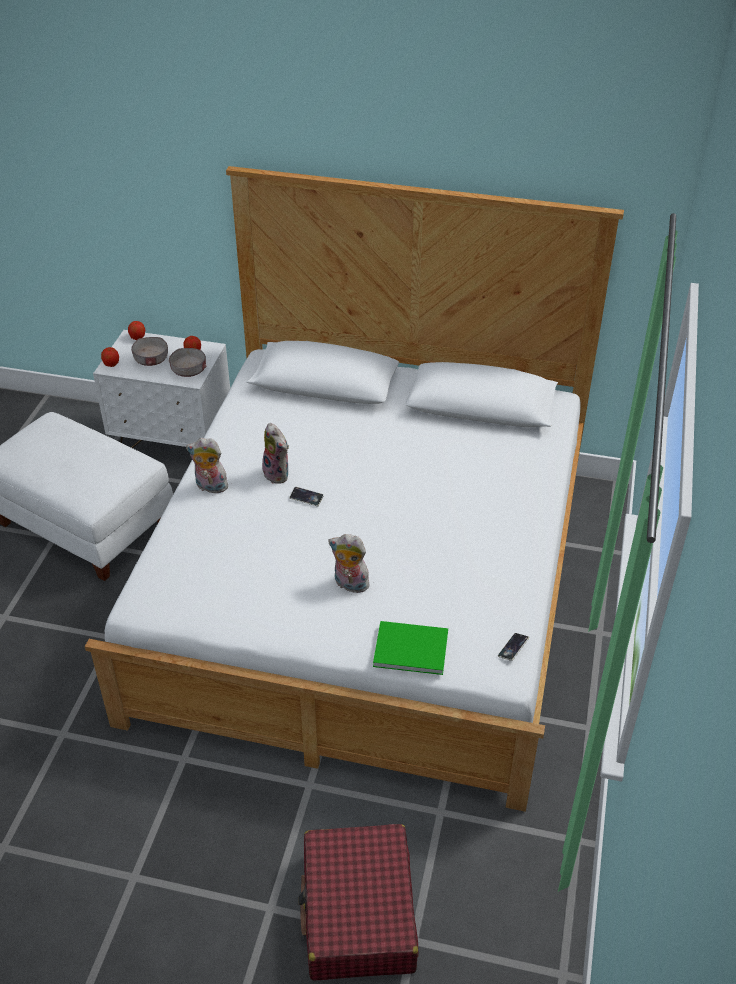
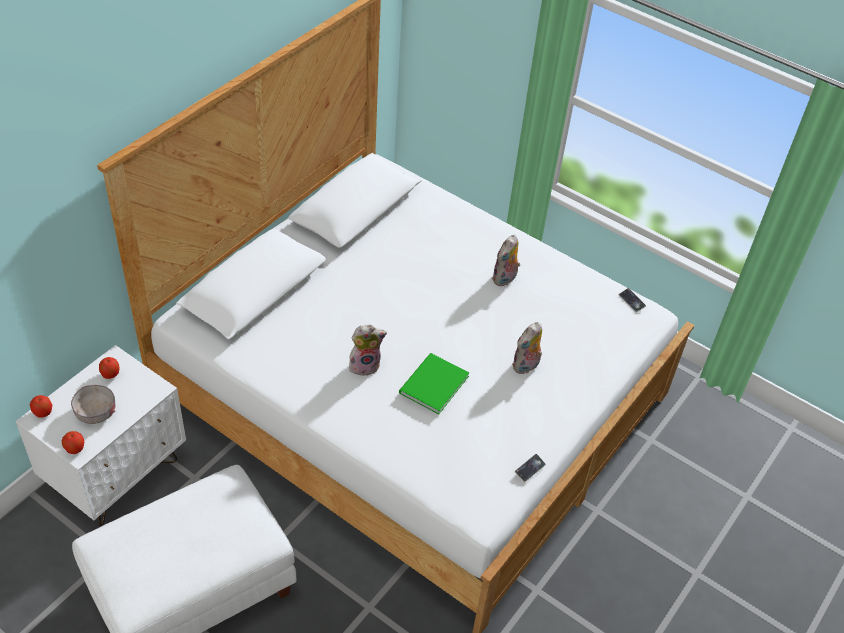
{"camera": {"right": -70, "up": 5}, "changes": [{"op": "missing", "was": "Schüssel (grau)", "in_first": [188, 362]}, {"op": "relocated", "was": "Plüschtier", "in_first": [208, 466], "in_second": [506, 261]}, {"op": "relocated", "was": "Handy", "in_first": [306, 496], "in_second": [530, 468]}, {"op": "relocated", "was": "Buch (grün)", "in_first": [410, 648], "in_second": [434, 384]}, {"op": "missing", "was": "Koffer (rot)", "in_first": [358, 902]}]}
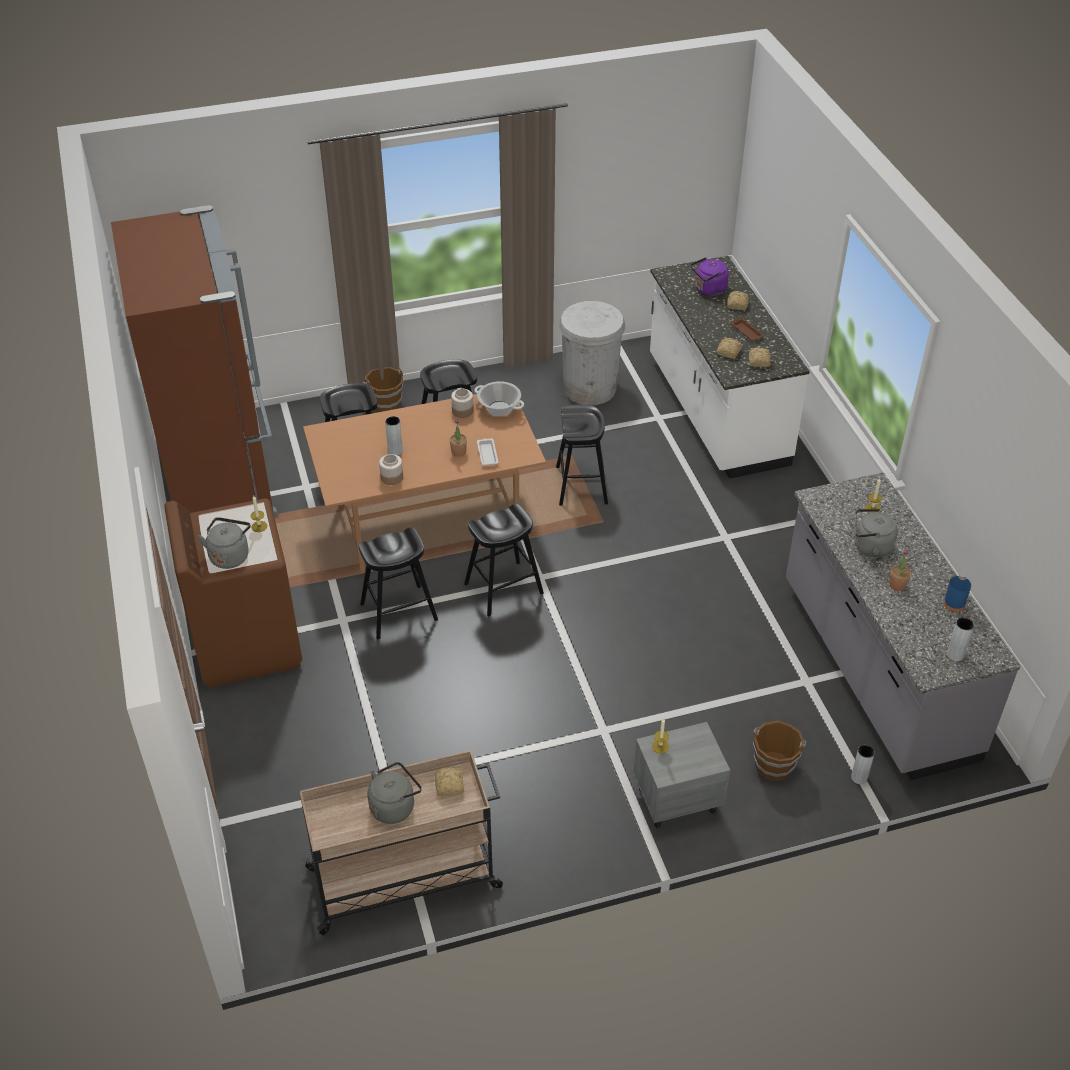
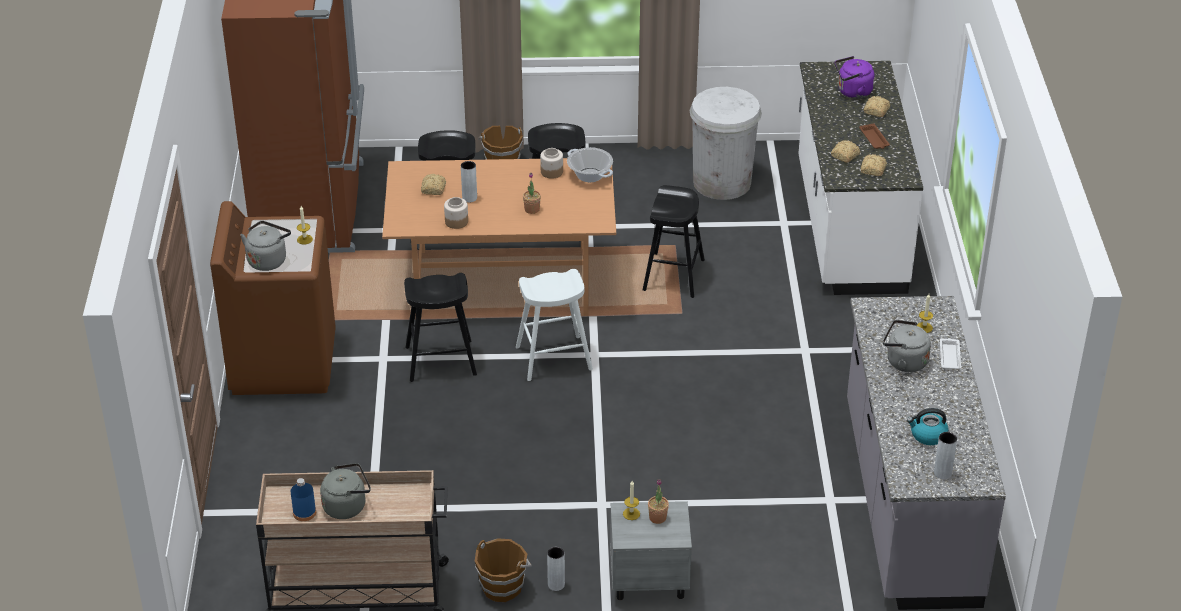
{"camera": {"right": 15, "up": -5}, "changes": [{"op": "relocated", "was": "Tablett (weiß)", "in_first": [488, 452], "in_second": [950, 353]}, {"op": "colour", "was": "Hocker (schwarz)", "now": "Hocker (weiß)", "in_first": [504, 560], "in_second": [554, 325]}, {"op": "relocated", "was": "Topfpflanze", "in_first": [900, 570], "in_second": [658, 501]}, {"op": "relocated", "was": "Flasche (blau)", "in_first": [957, 592], "in_second": [303, 499]}, {"op": "relocated", "was": "Eimer (braun)", "in_first": [779, 751], "in_second": [503, 570]}, {"op": "relocated", "was": "Vase (grau)", "in_first": [863, 764], "in_second": [556, 569]}, {"op": "relocated", "was": "Brot", "in_first": [449, 781], "in_second": [433, 184]}, {"op": "appeared", "now": "Wasserkessel", "in_second": [927, 426]}]}
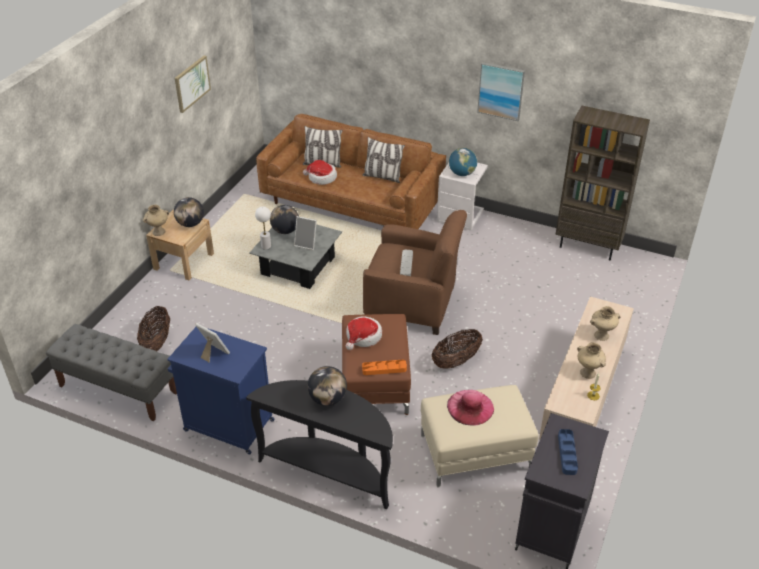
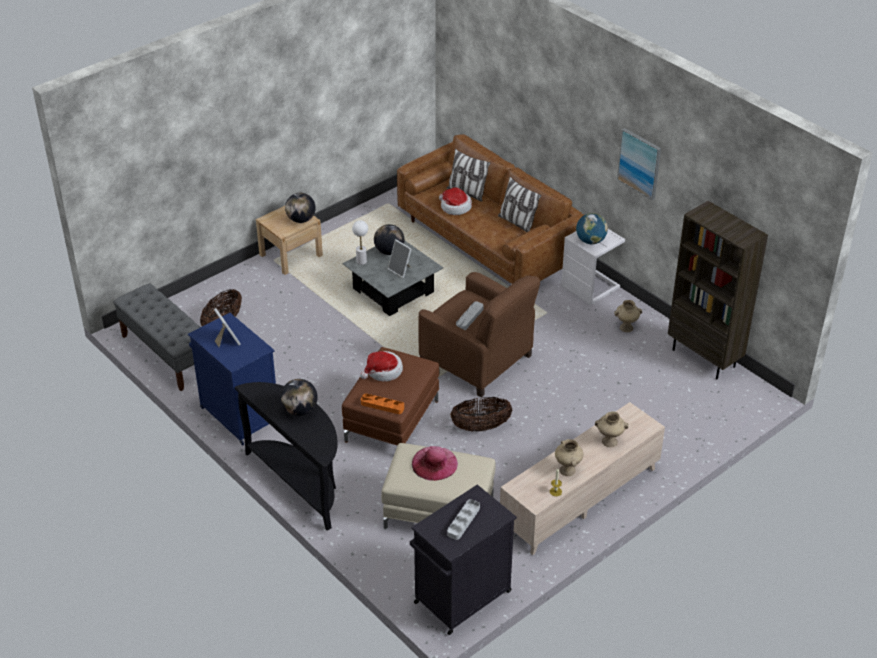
{"camera": {"right": 25, "up": 0}, "changes": [{"op": "missing", "was": "Bild", "in_first": [193, 84]}, {"op": "relocated", "was": "Vase (beige)", "in_first": [156, 220], "in_second": [628, 316]}, {"op": "colour", "was": "Tablett (blau)", "now": "Tablett (grau)", "in_first": [568, 452], "in_second": [463, 519]}]}
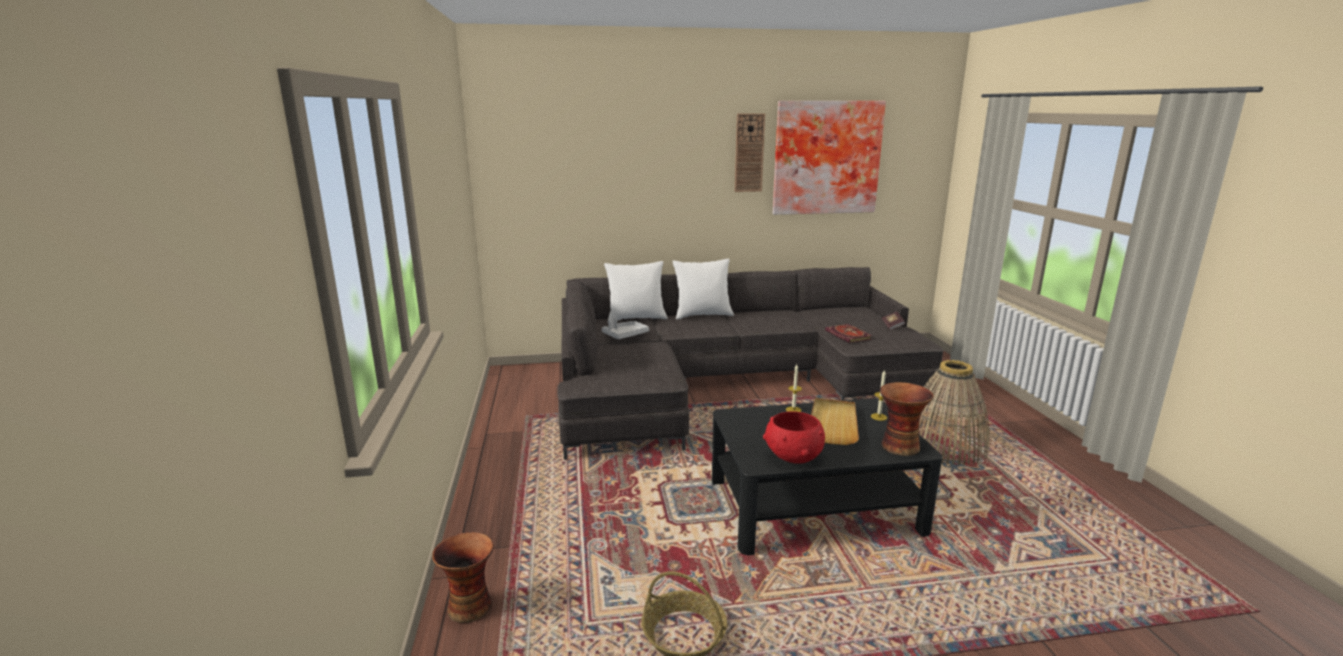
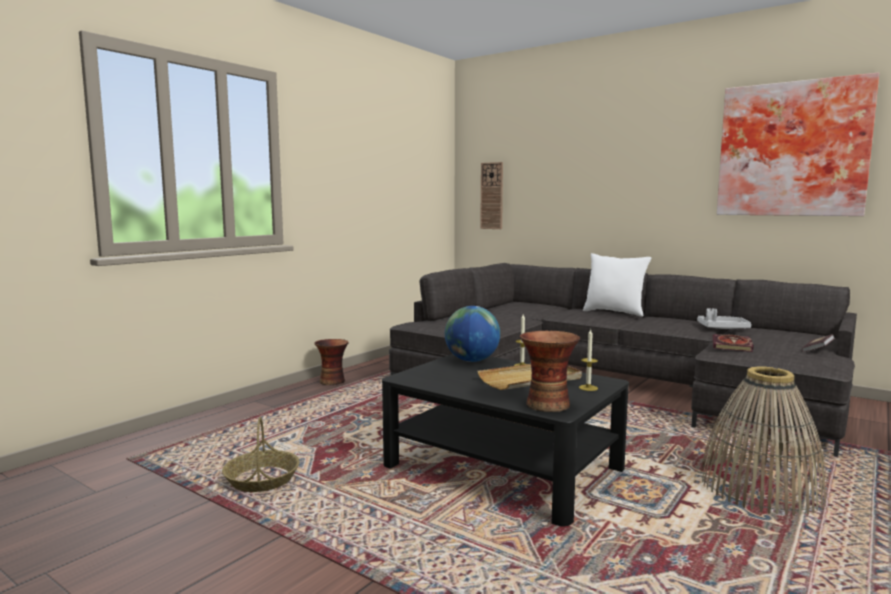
{"camera": {"right": 45, "up": -10}, "changes": [{"op": "relocated", "was": "Wanduhr", "in_first": [750, 153], "in_second": [491, 195]}, {"op": "missing", "was": "Kissen (weiß)", "in_first": [636, 291]}, {"op": "relocated", "was": "Tablett (grau)", "in_first": [625, 328], "in_second": [724, 319]}, {"op": "missing", "was": "Schüssel (rot)", "in_first": [794, 437]}, {"op": "relocated", "was": "Vase", "in_first": [463, 577], "in_second": [331, 362]}, {"op": "appeared", "now": "Globus", "in_second": [472, 334]}]}
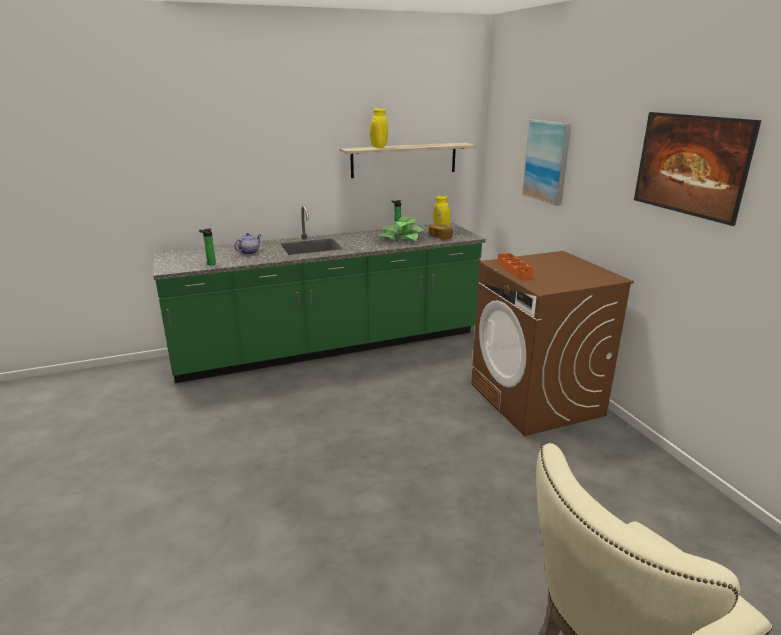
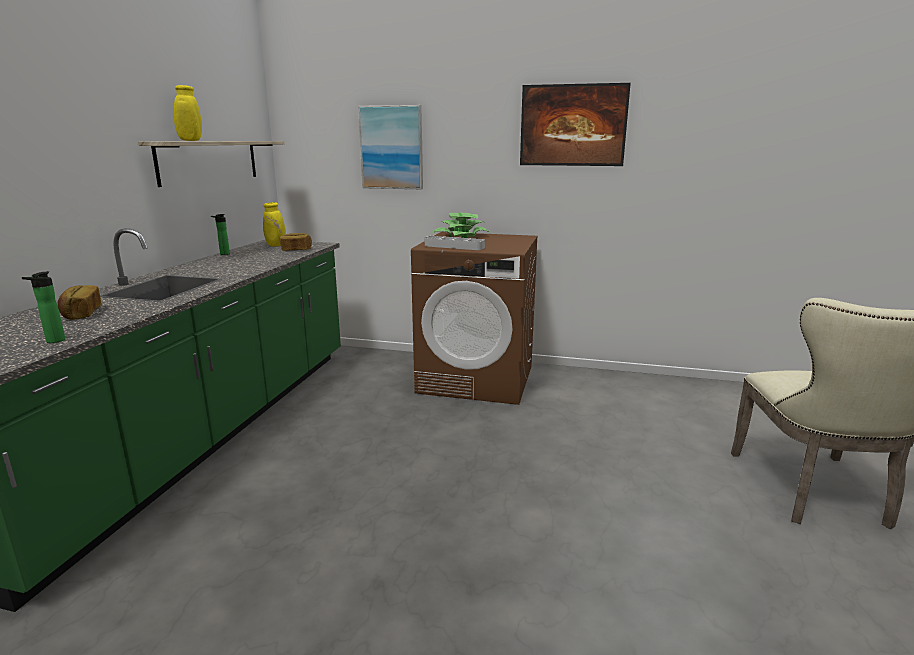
{"camera": {"right": -55, "up": -5}, "changes": [{"op": "relocated", "was": "Topfpflanze", "in_first": [402, 229], "in_second": [461, 225]}, {"op": "exchanged", "was": "Teekanne", "now": "Brot", "in_first": [247, 243], "in_second": [79, 302]}, {"op": "colour", "was": "Tablett (orange)", "now": "Tablett (grau)", "in_first": [515, 266], "in_second": [455, 243]}]}
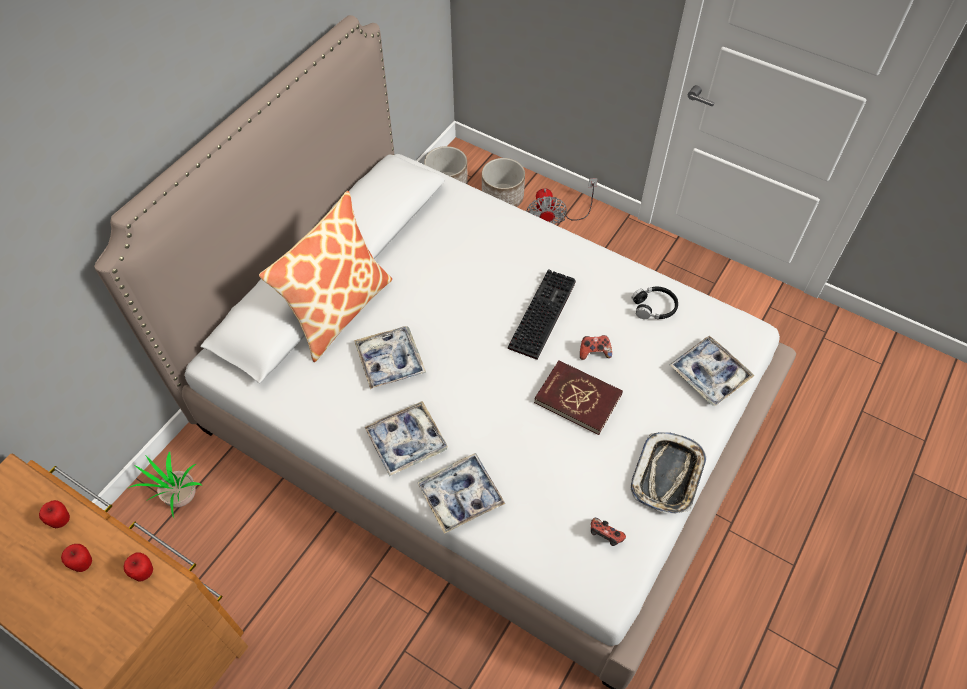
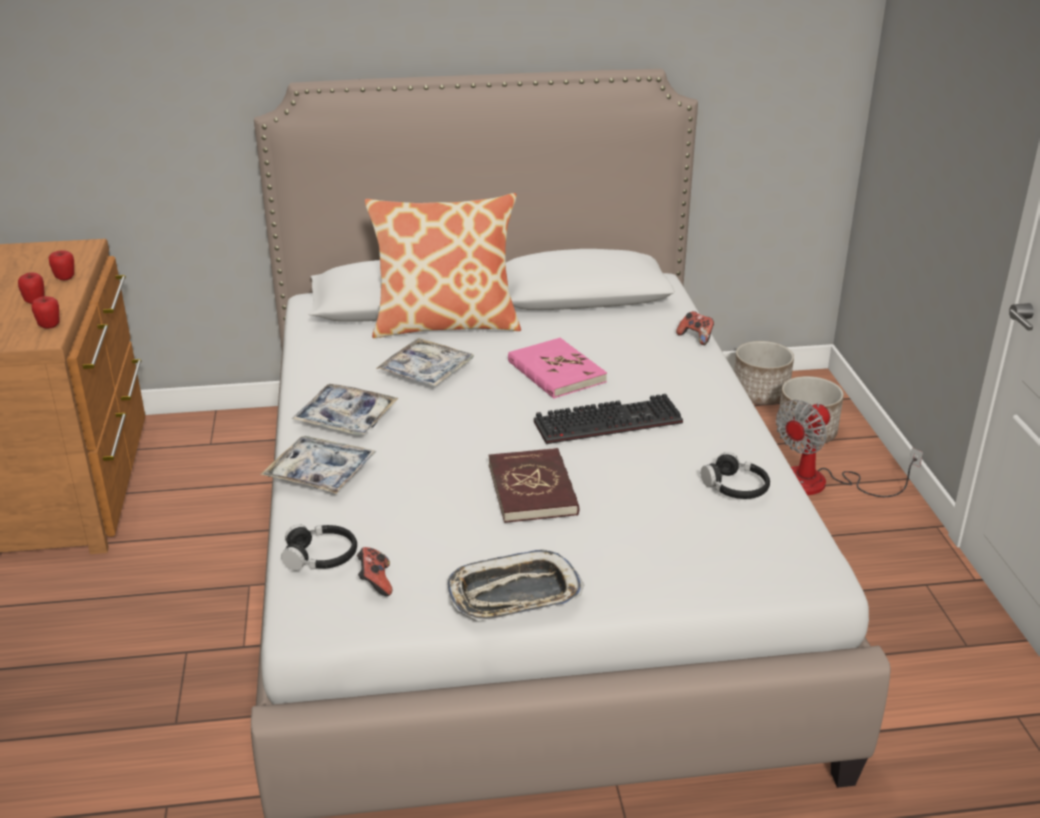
{"camera": {"right": 50, "up": -25}, "changes": [{"op": "relocated", "was": "Gamepad", "in_first": [596, 347], "in_second": [695, 328]}, {"op": "missing", "was": "Tablett", "in_first": [712, 371]}, {"op": "missing", "was": "Topfpflanze", "in_first": [164, 485]}, {"op": "appeared", "now": "Buch (rosa)", "in_second": [557, 368]}, {"op": "appeared", "now": "Kopfhörer (schwarz)", "in_second": [319, 547]}]}
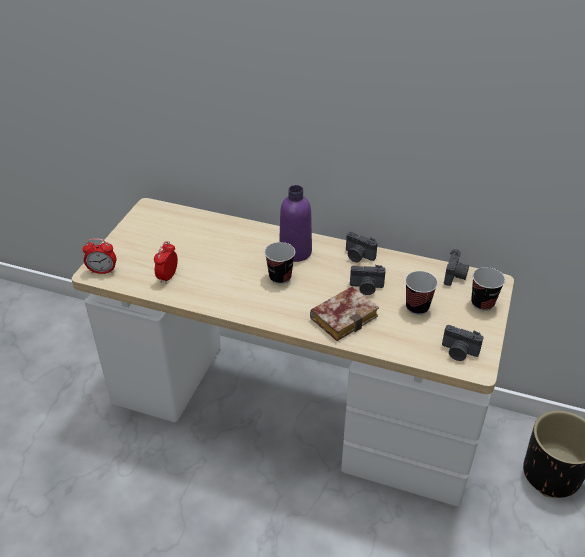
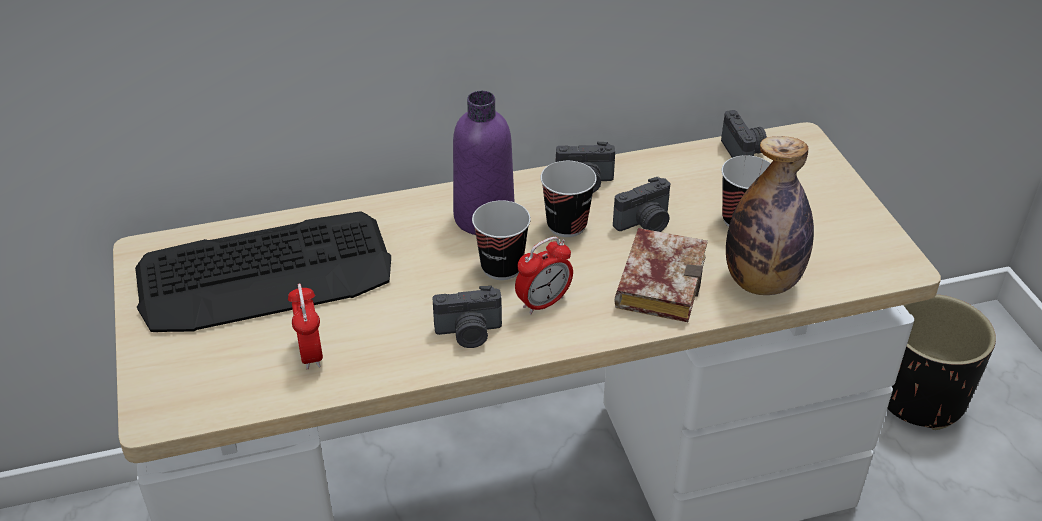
{"camera": {"right": -35, "up": 0}, "changes": [{"op": "relocated", "was": "Wecker", "in_first": [99, 256], "in_second": [544, 276]}, {"op": "relocated", "was": "Tasse", "in_first": [488, 289], "in_second": [568, 199]}, {"op": "relocated", "was": "Kamera", "in_first": [463, 343], "in_second": [467, 317]}, {"op": "appeared", "now": "Flasche", "in_second": [770, 215]}, {"op": "appeared", "now": "Tastatur", "in_second": [263, 271]}]}
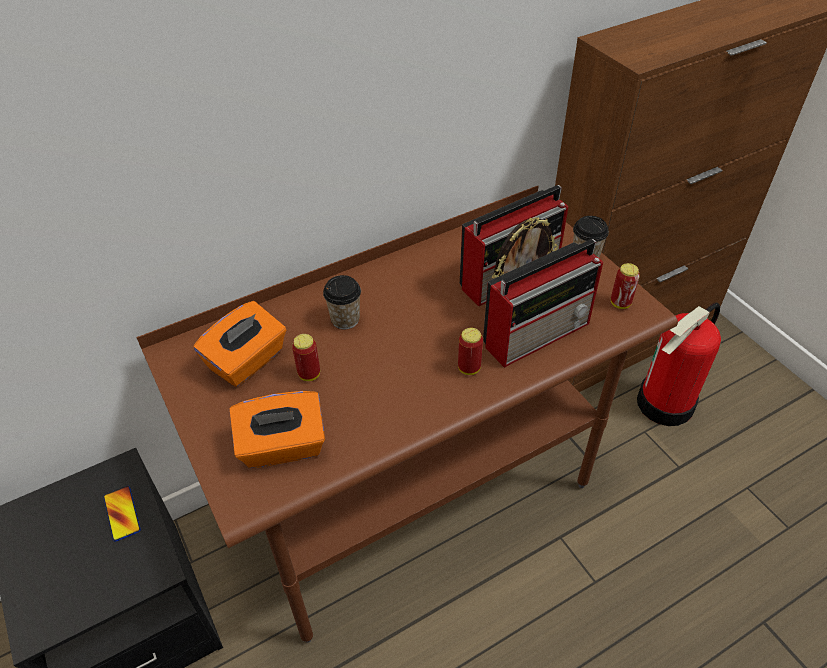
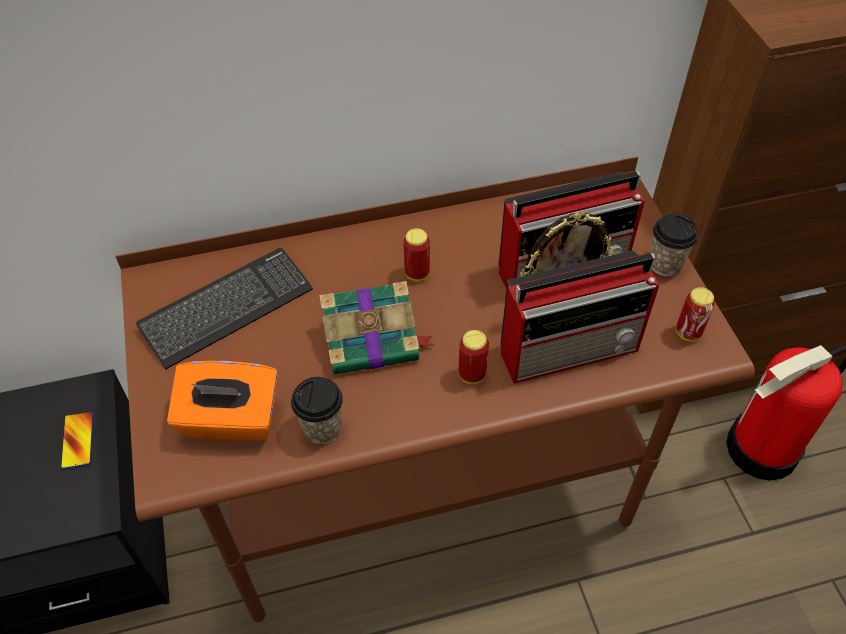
{"camera": {"right": 15, "up": 5}, "changes": [{"op": "relocated", "was": "Tasse", "in_first": [342, 302], "in_second": [317, 410]}, {"op": "exchanged", "was": "Taschentuchbox (orange)", "now": "Tastatur", "in_first": [240, 344], "in_second": [224, 308]}, {"op": "relocated", "was": "Dose", "in_first": [306, 357], "in_second": [416, 254]}, {"op": "appeared", "now": "Buch", "in_second": [376, 327]}]}
